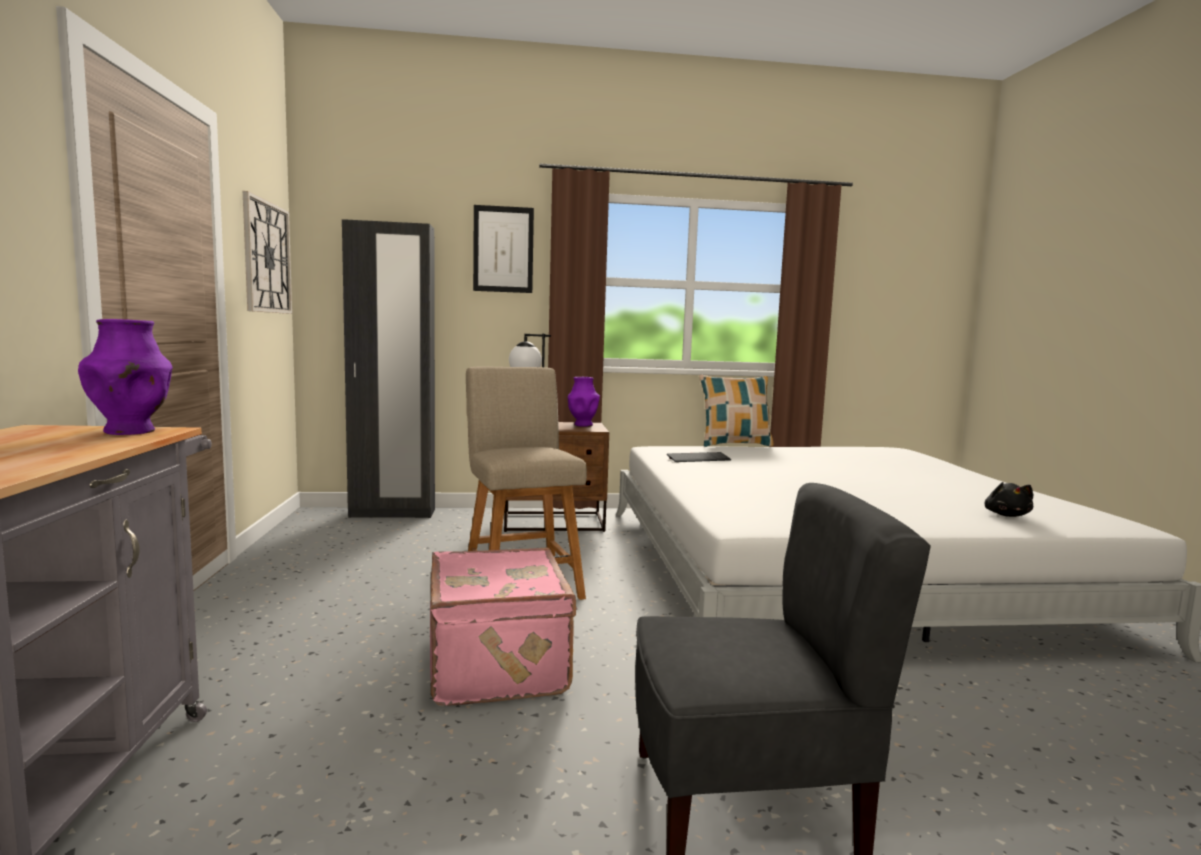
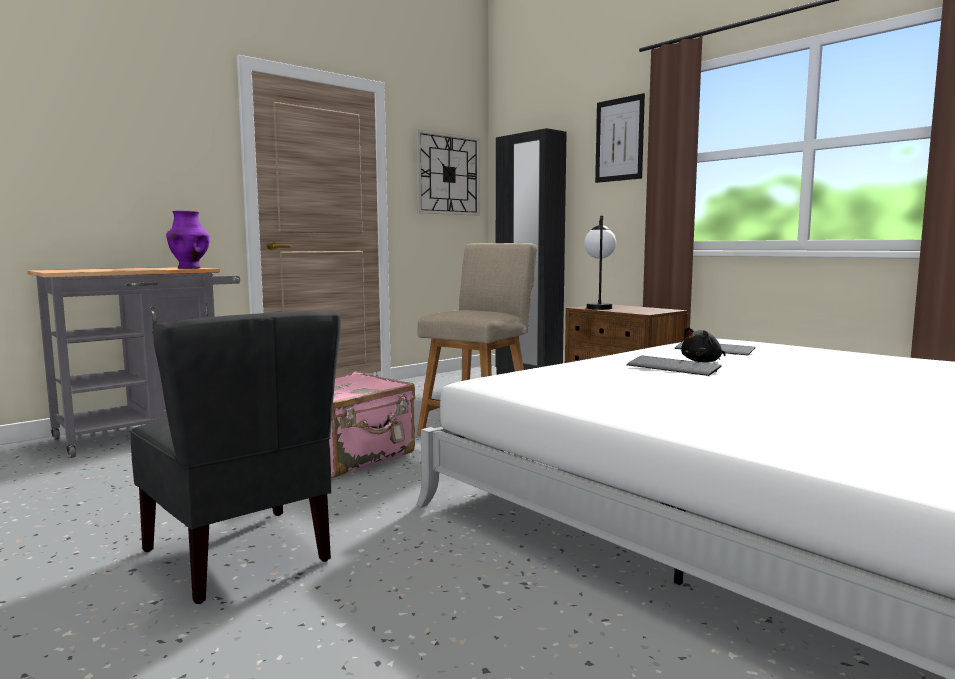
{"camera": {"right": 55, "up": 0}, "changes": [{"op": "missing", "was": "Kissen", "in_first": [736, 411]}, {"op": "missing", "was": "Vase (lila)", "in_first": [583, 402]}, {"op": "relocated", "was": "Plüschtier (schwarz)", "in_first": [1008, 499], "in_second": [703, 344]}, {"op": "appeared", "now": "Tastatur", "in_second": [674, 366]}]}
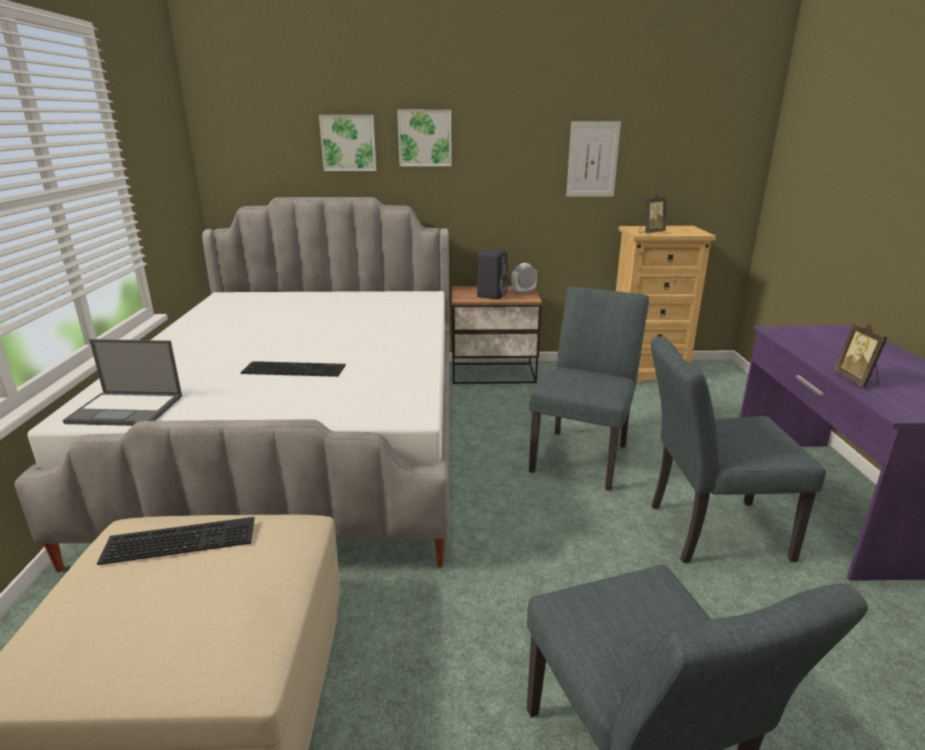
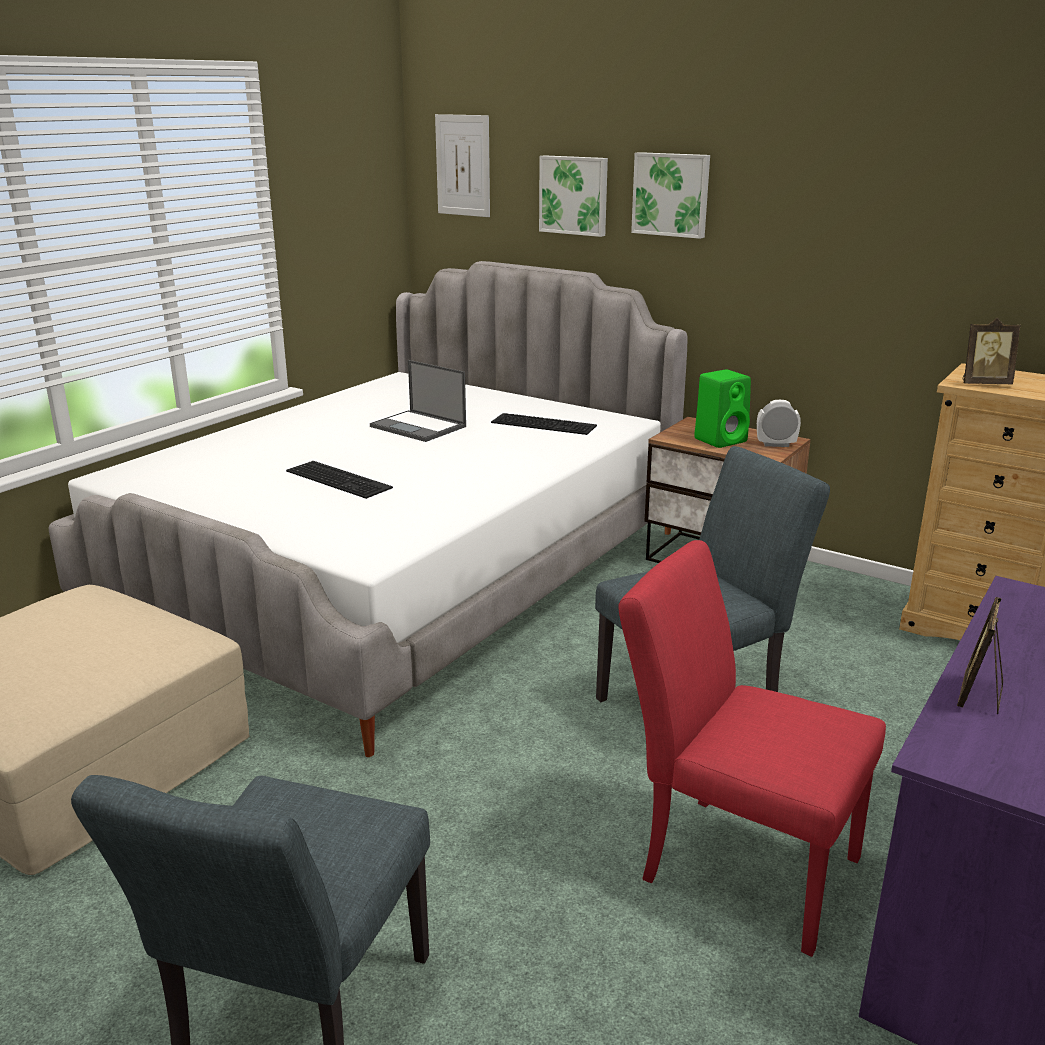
{"camera": {"right": 35, "up": 0}, "changes": [{"op": "relocated", "was": "Bild", "in_first": [593, 159], "in_second": [462, 165]}, {"op": "colour", "was": "Lautsprecher (schwarz)", "now": "Lautsprecher (grün)", "in_first": [492, 274], "in_second": [722, 408]}, {"op": "colour", "was": "Stuhl (grau)", "now": "Stuhl (rot)", "in_first": [738, 449], "in_second": [752, 748]}, {"op": "relocated", "was": "Laptop", "in_first": [122, 382], "in_second": [418, 401]}, {"op": "relocated", "was": "Tastatur", "in_first": [176, 541], "in_second": [544, 424]}]}
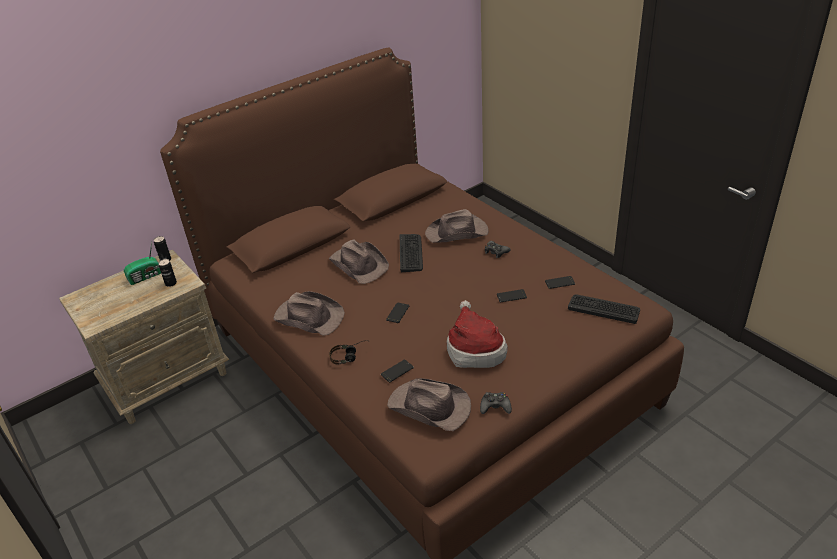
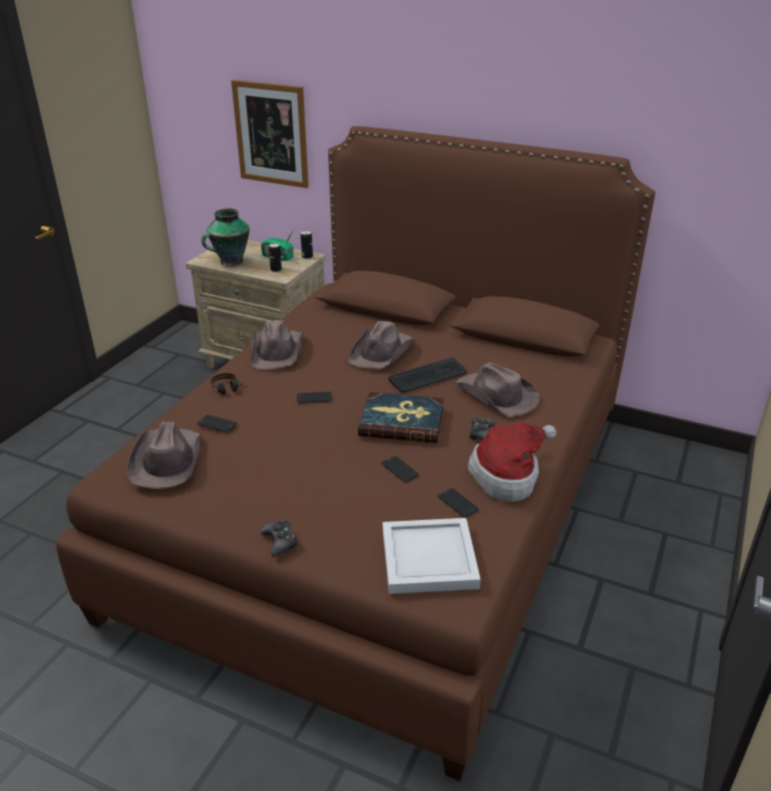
{"camera": {"right": 60, "up": -5}, "changes": [{"op": "exchanged", "was": "Tastatur", "now": "Tablett (weiß)", "in_first": [604, 309], "in_second": [432, 556]}, {"op": "relocated", "was": "Hut", "in_first": [477, 334], "in_second": [512, 462]}, {"op": "relocated", "was": "Gamepad (schwarz)", "in_first": [496, 403], "in_second": [279, 538]}, {"op": "appeared", "now": "Bild", "in_second": [270, 134]}, {"op": "appeared", "now": "Vase", "in_second": [225, 237]}, {"op": "appeared", "now": "Buch", "in_second": [401, 417]}]}
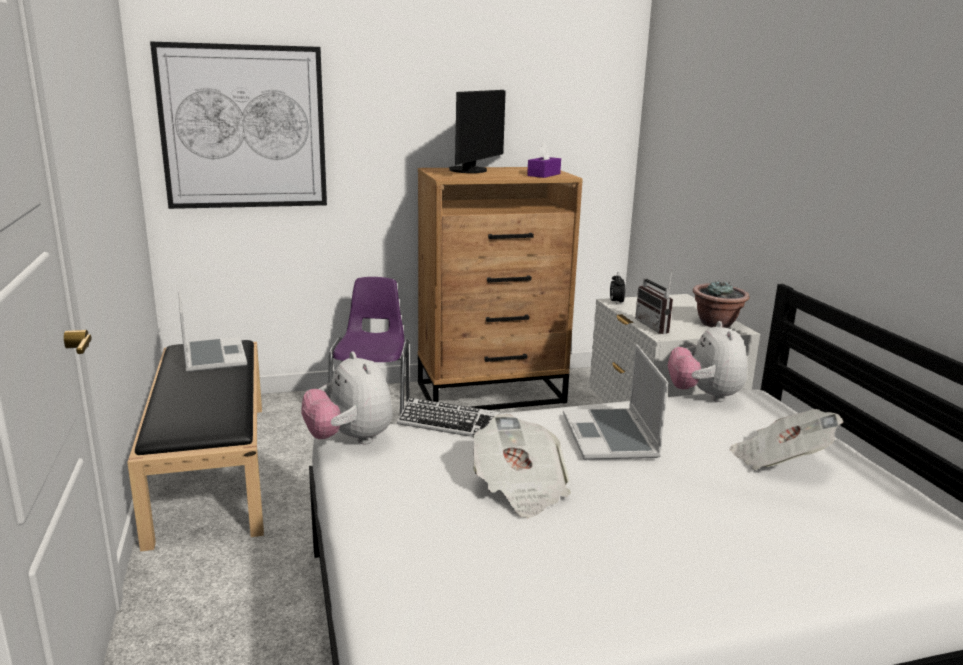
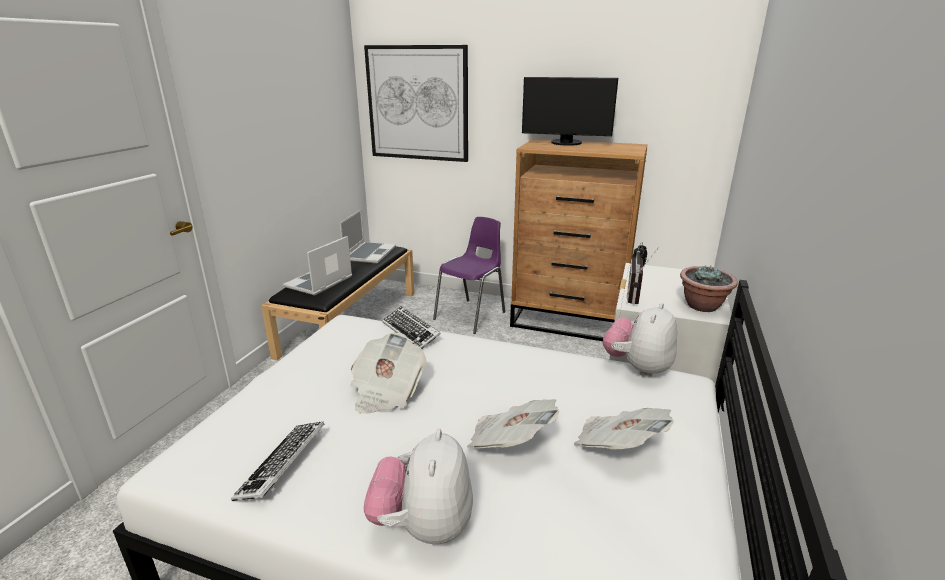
{"camera": {"right": 35, "up": 5}, "changes": [{"op": "spun", "was": "Monitor", "in_first": [477, 131], "in_second": [570, 111], "clockwise": 45}, {"op": "missing", "was": "Taschentuchbox (lila)", "in_first": [544, 160]}, {"op": "relocated", "was": "Laptop", "in_first": [615, 402], "in_second": [317, 265]}, {"op": "relocated", "was": "Plüschtier", "in_first": [347, 398], "in_second": [418, 486]}, {"op": "appeared", "now": "Zeitung", "in_second": [513, 423]}, {"op": "appeared", "now": "Tastatur", "in_second": [277, 461]}]}
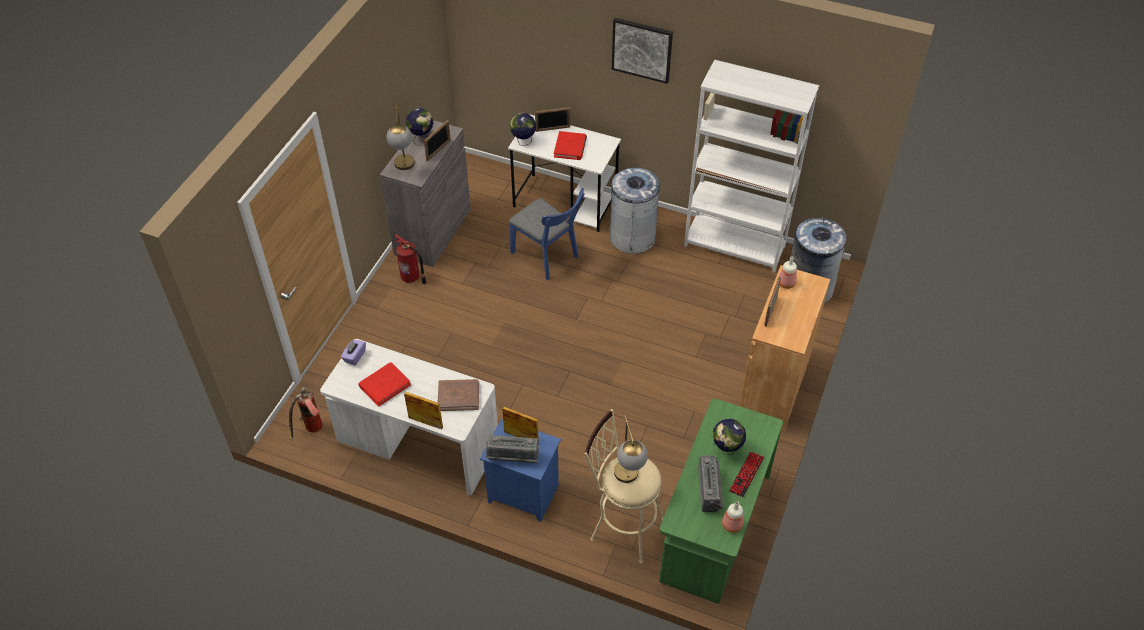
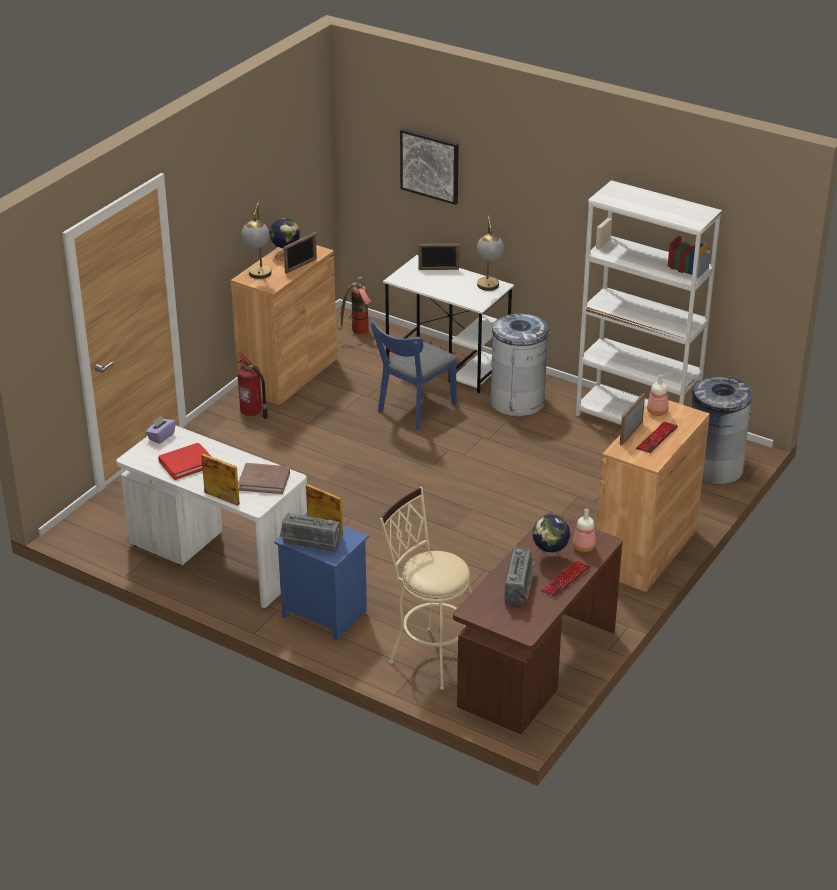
{"camera": {"right": 10, "up": -15}, "changes": [{"op": "relocated", "was": "Bild", "in_first": [642, 51], "in_second": [429, 166]}, {"op": "missing", "was": "Globus", "in_first": [523, 129]}, {"op": "colour", "was": "Schrank (grau)", "now": "Schrank (braun)", "in_first": [425, 193], "in_second": [284, 325]}, {"op": "missing", "was": "Buch (rot)", "in_first": [570, 145]}, {"op": "spun", "was": "Stuhl (blau)", "in_first": [547, 234], "in_second": [413, 373], "clockwise": 75}, {"op": "relocated", "was": "Feuerlöscher", "in_first": [306, 413], "in_second": [355, 305]}, {"op": "colour", "was": "Schreibtisch (grün)", "now": "Schreibtisch (braun)", "in_first": [721, 501], "in_second": [538, 623]}, {"op": "relocated", "was": "Tischlampe", "in_first": [631, 449], "in_second": [490, 253]}, {"op": "relocated", "was": "Flasche", "in_first": [732, 517], "in_second": [584, 530]}, {"op": "appeared", "now": "Tastatur", "in_second": [657, 437]}]}
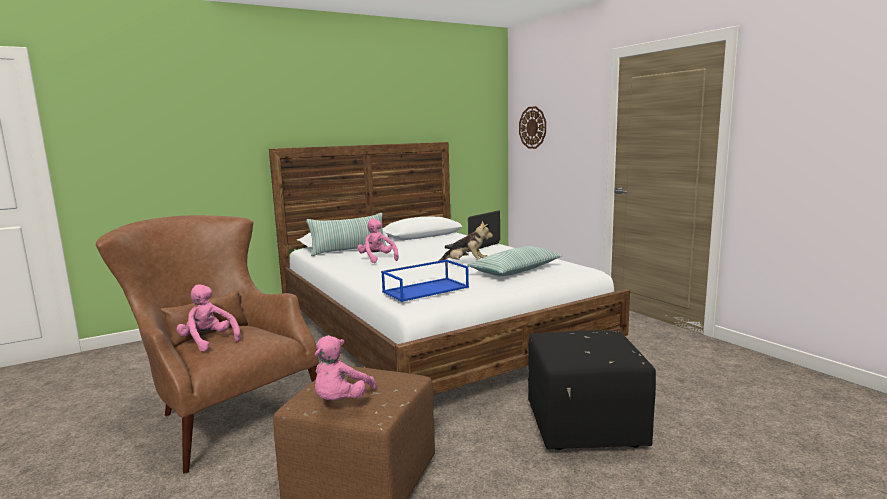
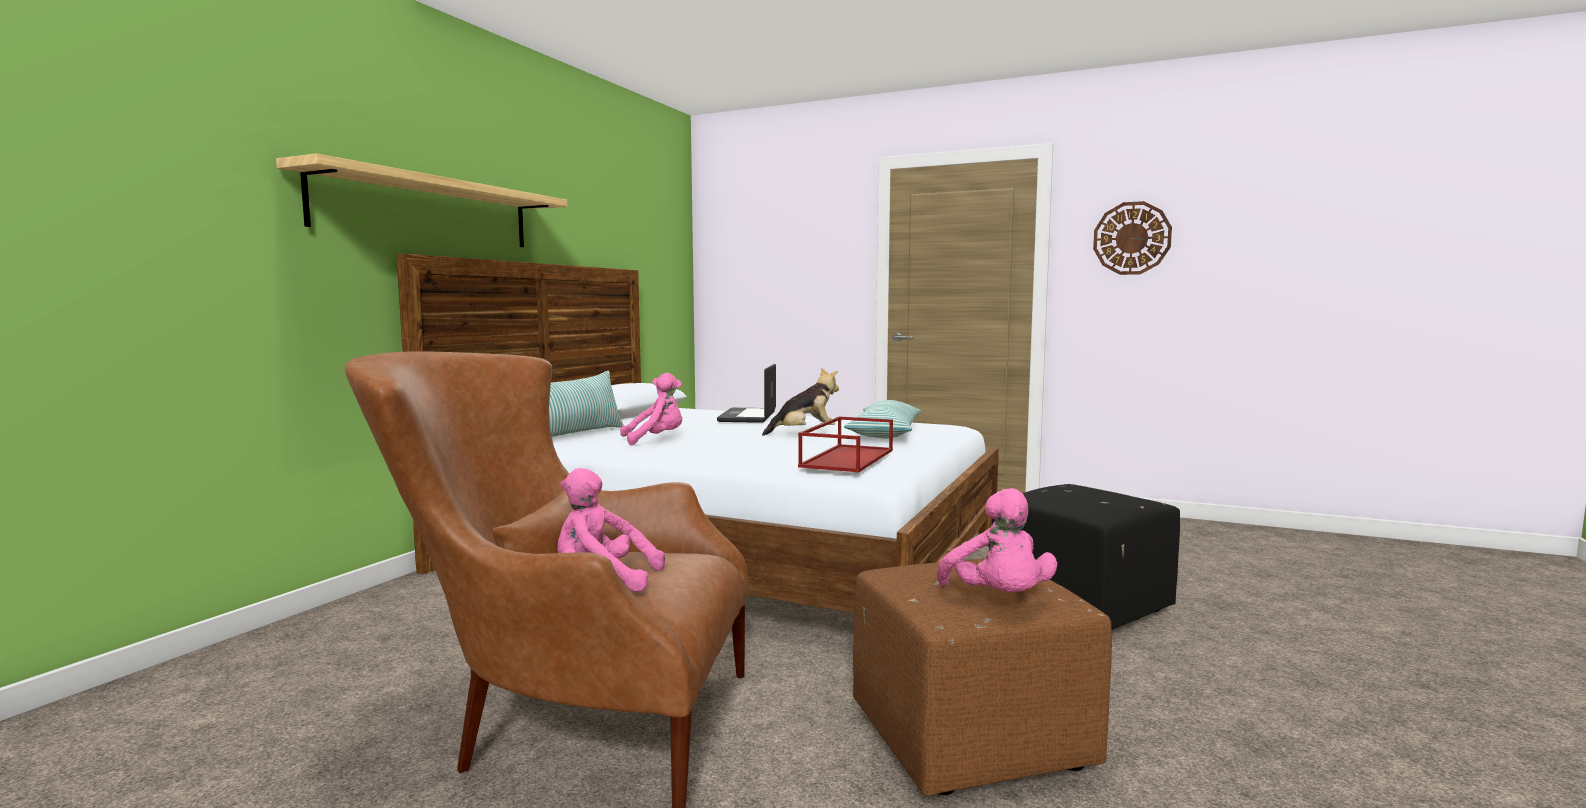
{"camera": {"right": -35, "up": -5}, "changes": [{"op": "relocated", "was": "Wanduhr", "in_first": [532, 127], "in_second": [1132, 238]}, {"op": "spun", "was": "Plüschtier (rosa)", "in_first": [378, 241], "in_second": [651, 409], "clockwise": 135}, {"op": "colour", "was": "Tablett (blau)", "now": "Tablett (rot)", "in_first": [425, 281], "in_second": [845, 444]}, {"op": "appeared", "now": "Wandregal", "in_second": [421, 200]}]}
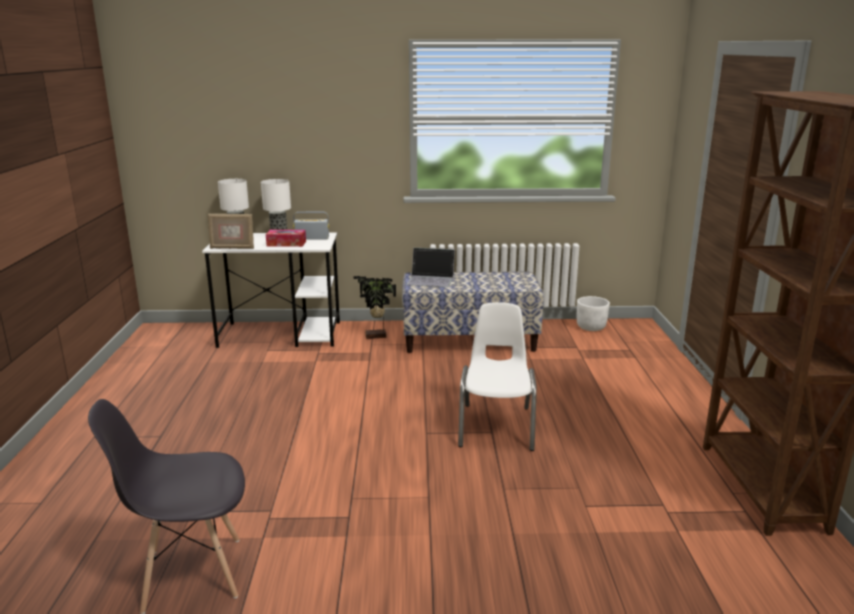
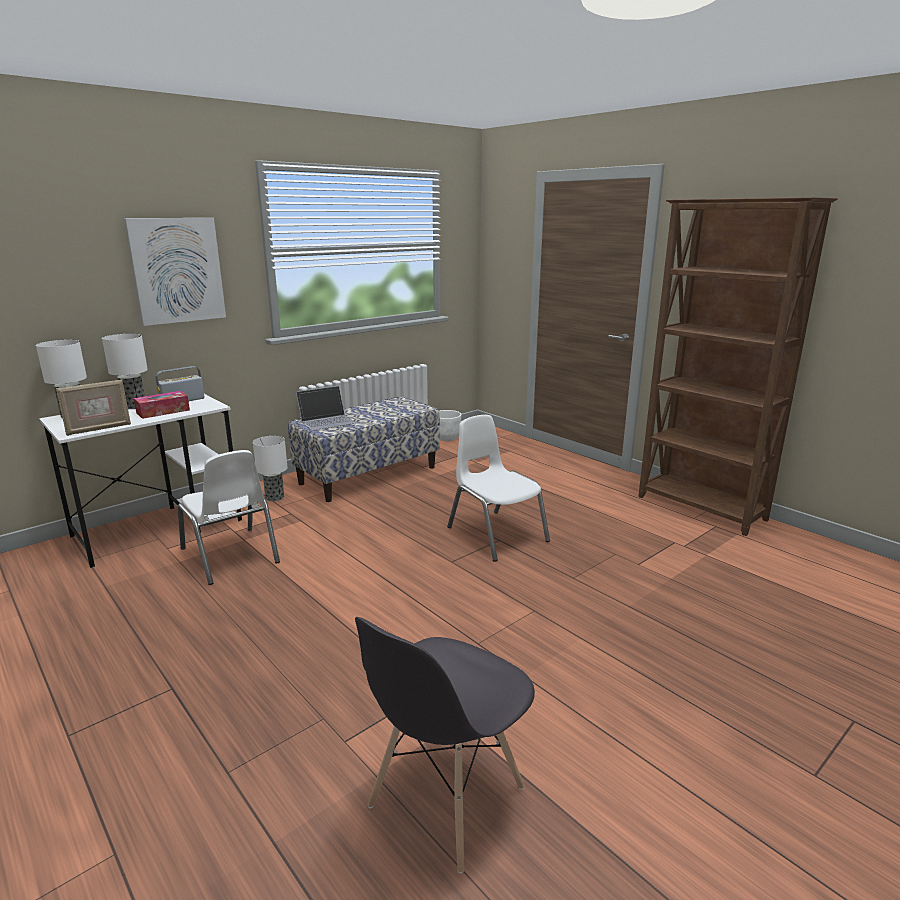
{"camera": {"right": -40, "up": 0}, "changes": [{"op": "exchanged", "was": "Topfpflanze", "now": "Tischlampe", "in_first": [374, 307], "in_second": [270, 468]}, {"op": "appeared", "now": "Bild", "in_second": [175, 272]}, {"op": "appeared", "now": "Stuhl (weiß)", "in_second": [229, 517]}]}
